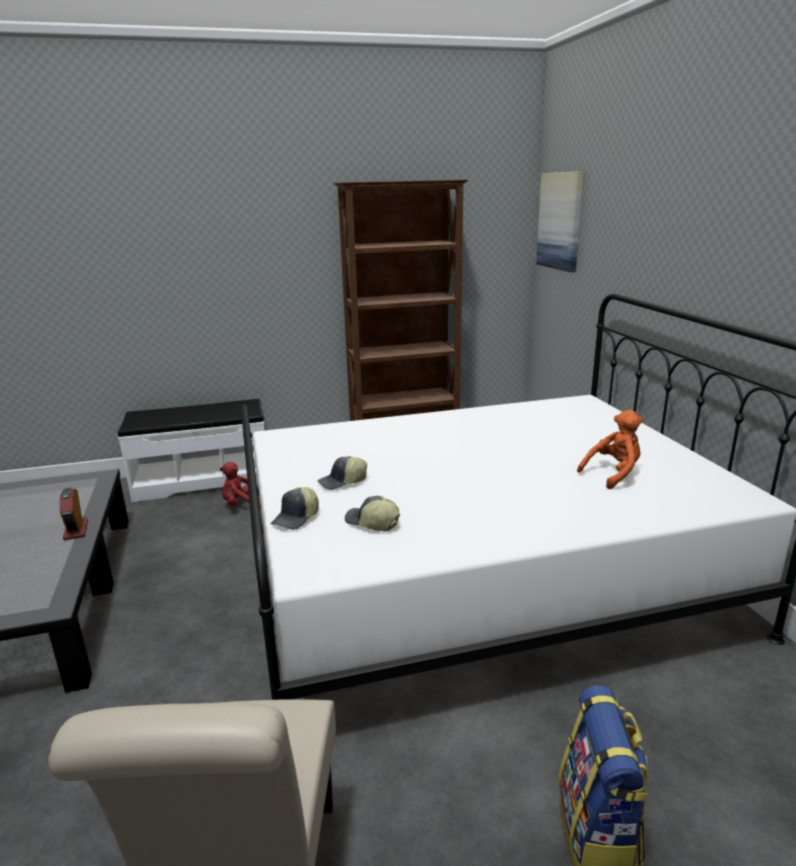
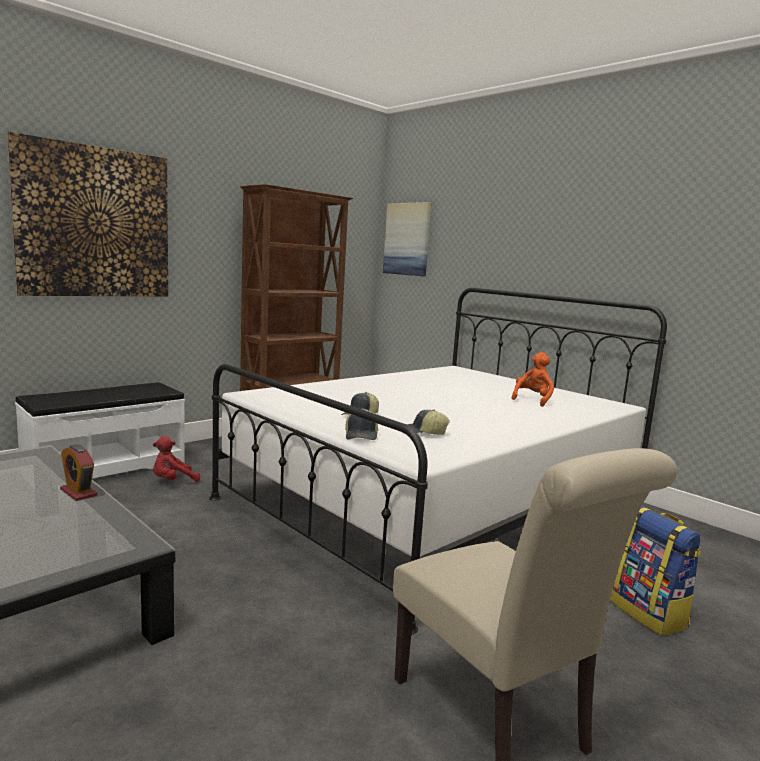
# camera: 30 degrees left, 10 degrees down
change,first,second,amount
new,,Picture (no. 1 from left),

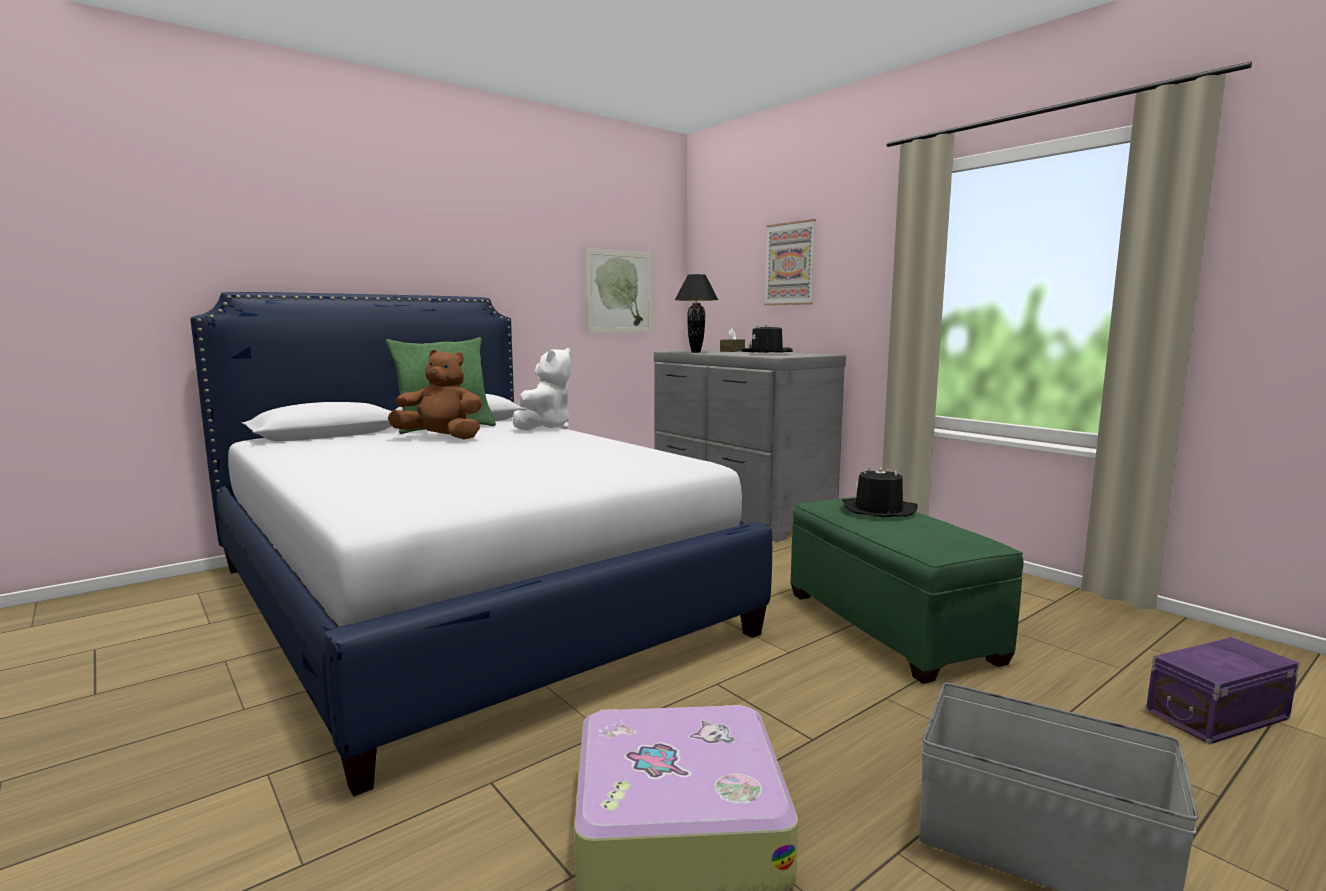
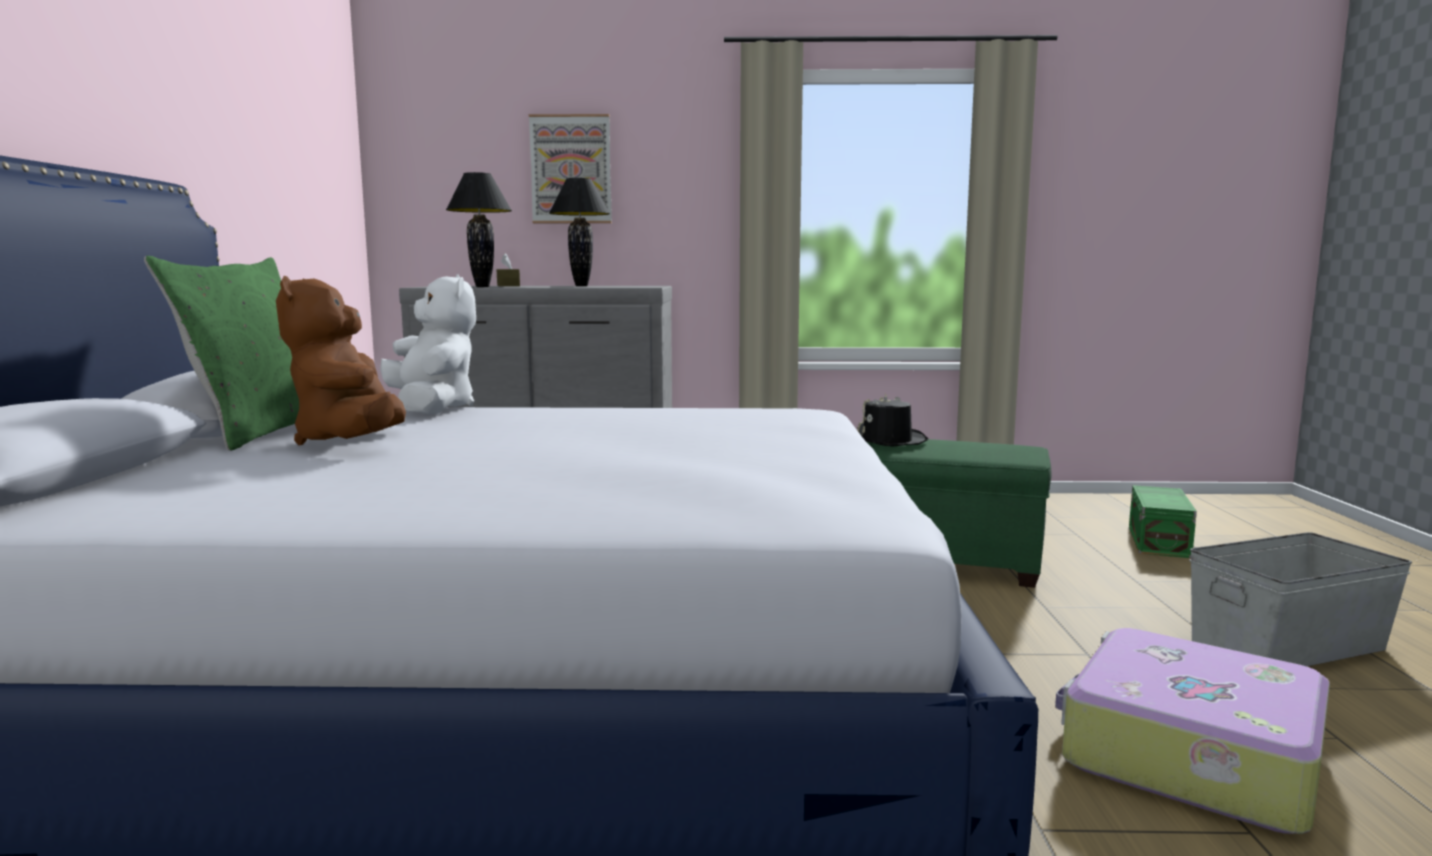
# camera: 50 degrees left, 0 degrees up
change,first,second,amount
gone,Picture (no. 1 from left),,
swapped,BlackHat (no. 1 from left),BlackTableLamp (no. 2 from left),
repainted,PurpleStorageBox,GreenStorageBox,
rotated,BrownPlushToy,,60 degrees counterclockwise

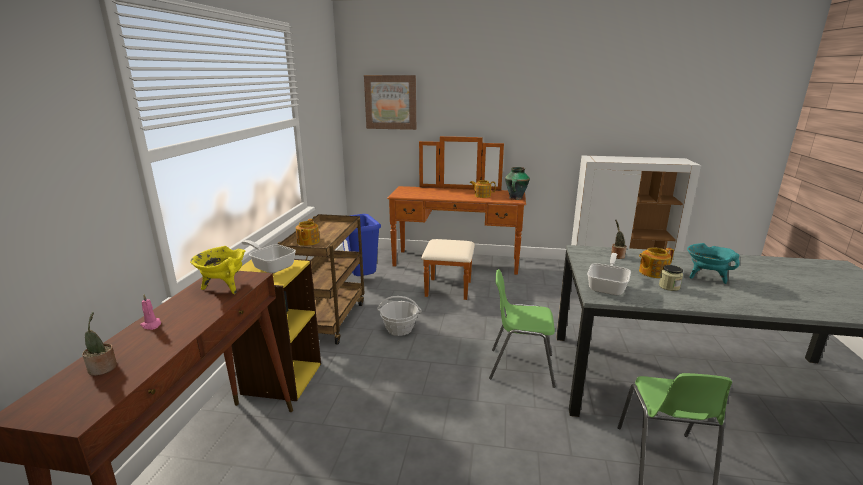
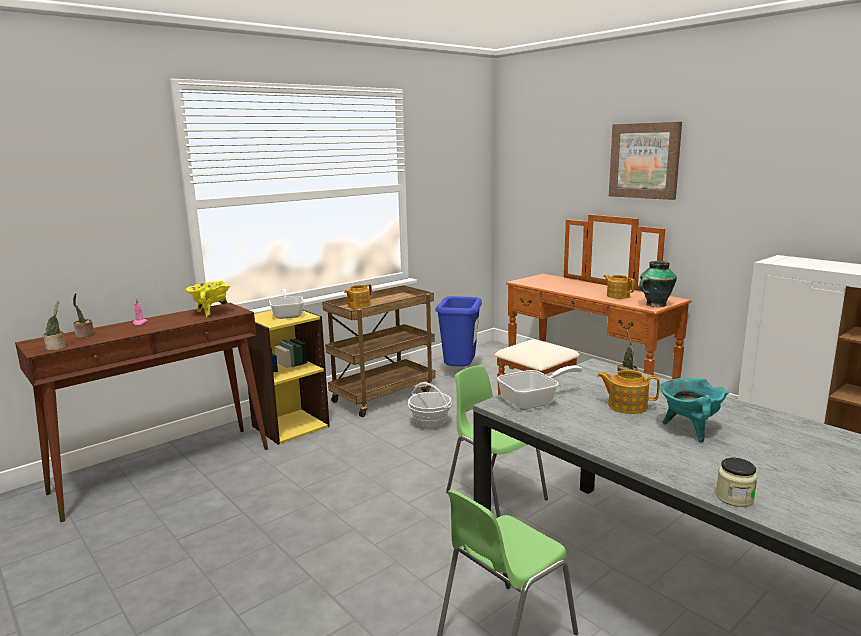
# camera: 40 degrees right, 5 degrees down
change,first,second,amount
new,,PottedPlant (no. 1 from left),
shifted,Picture,,
shifted,Jar,,

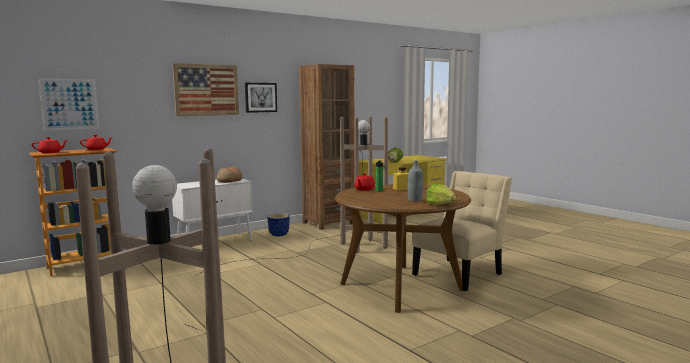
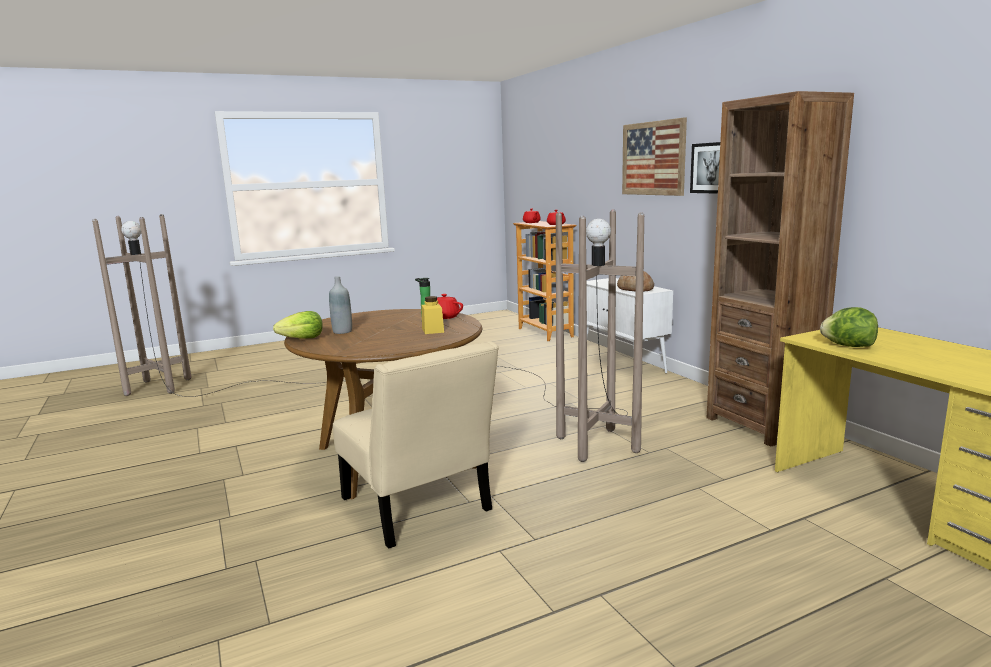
# camera: 100 degrees right, 5 degrees up
change,first,second,amount
gone,Picture (no. 1 from left),,
gone,Planter,,

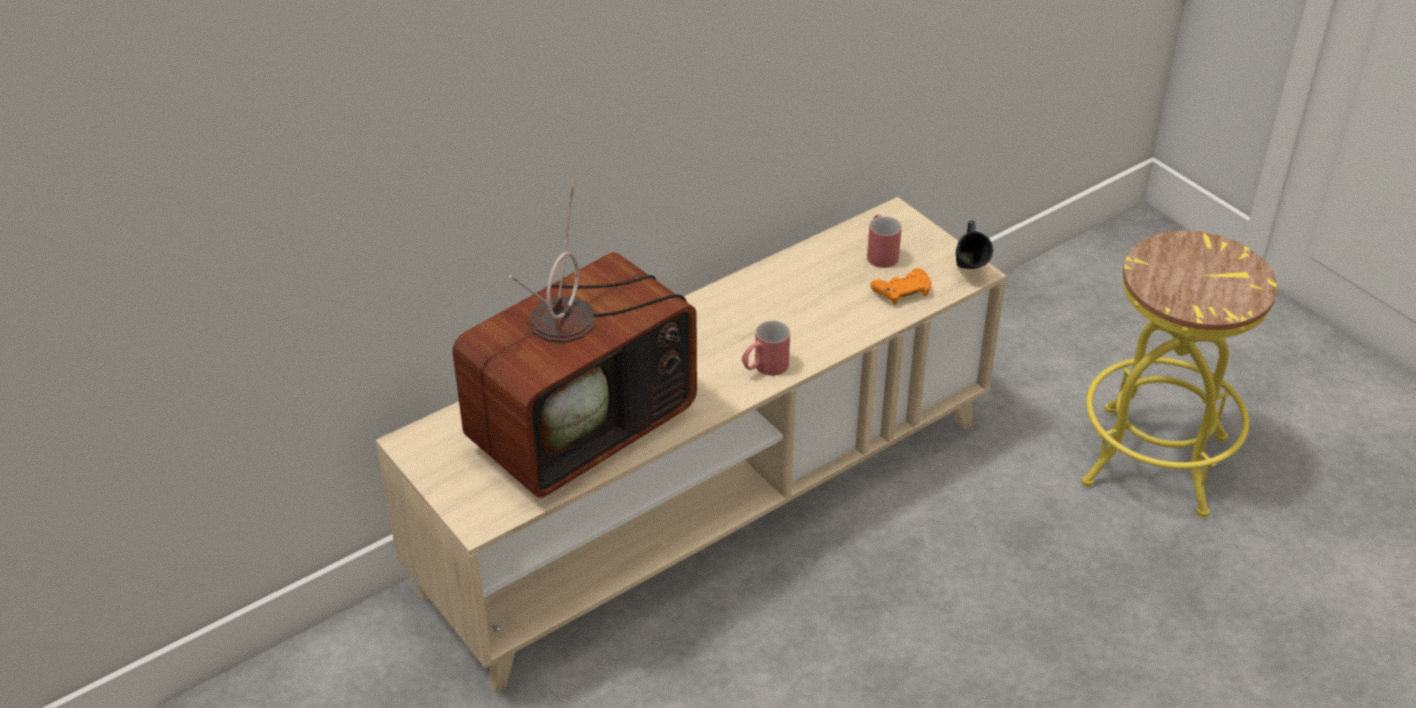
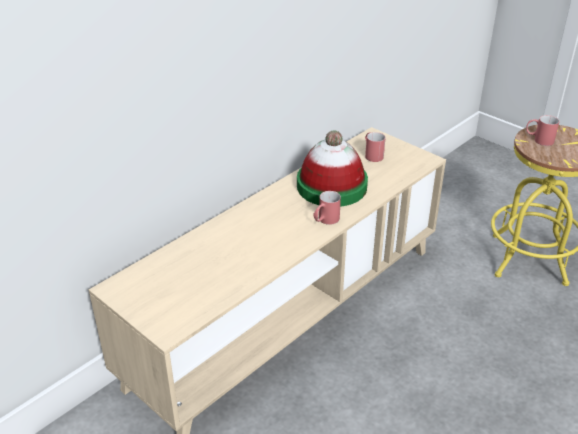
# camera: 10 degrees left, 5 degrees down
change,first,second,amount
gone,Television,,
gone,OrangeGameController,,
gone,BlueMug,,
new,,Hat,
new,,RedMug (no. 3 from left),

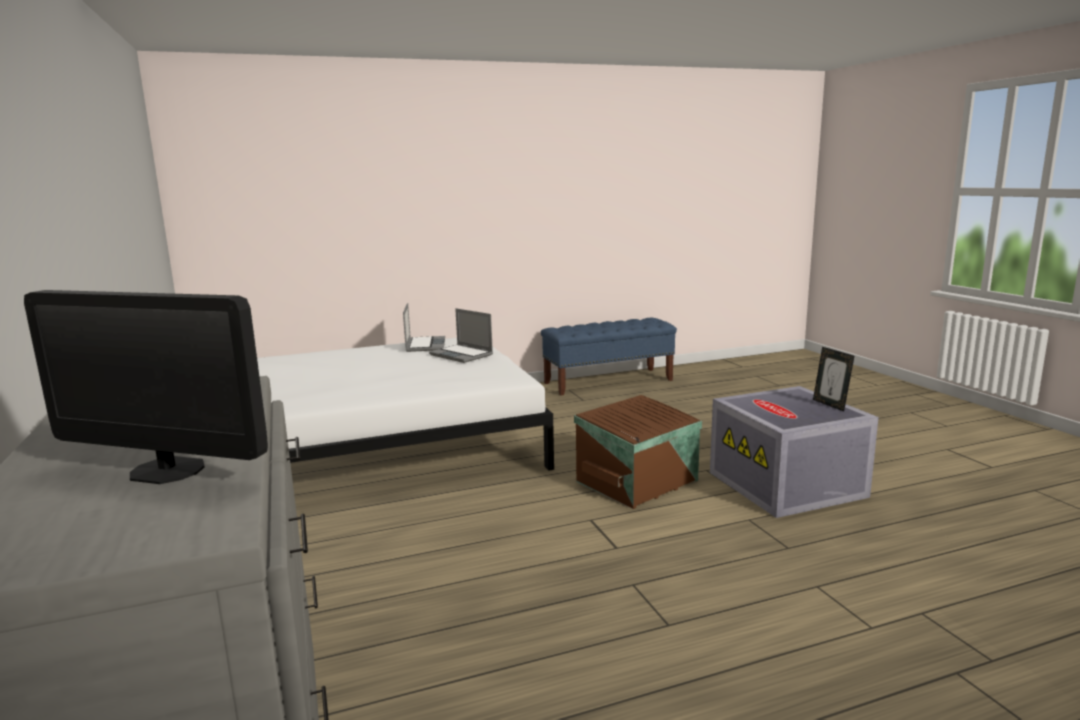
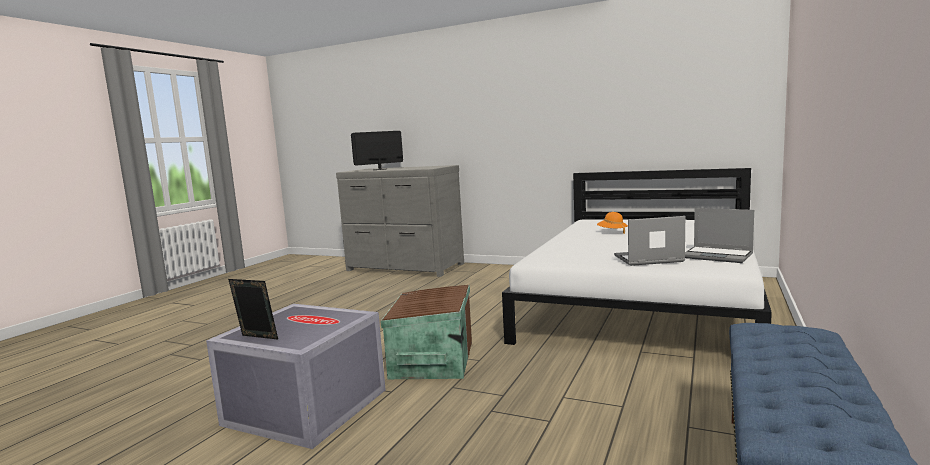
# camera: 135 degrees right, 5 degrees down
change,first,second,amount
new,,OrangeHat,

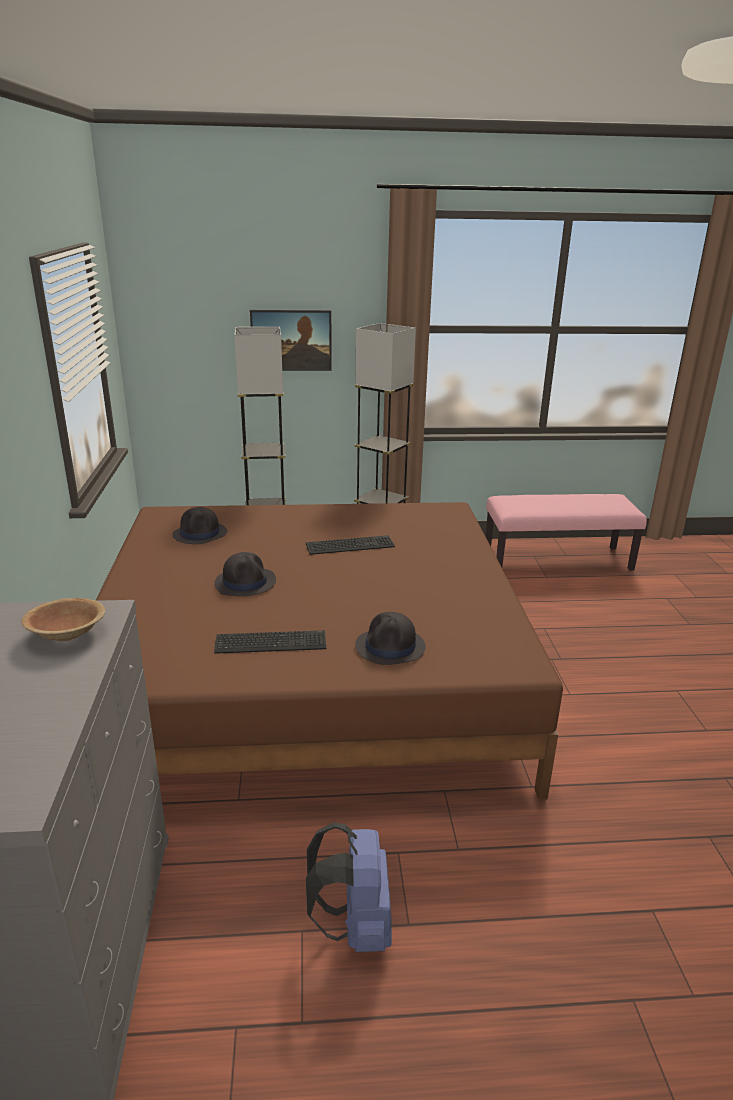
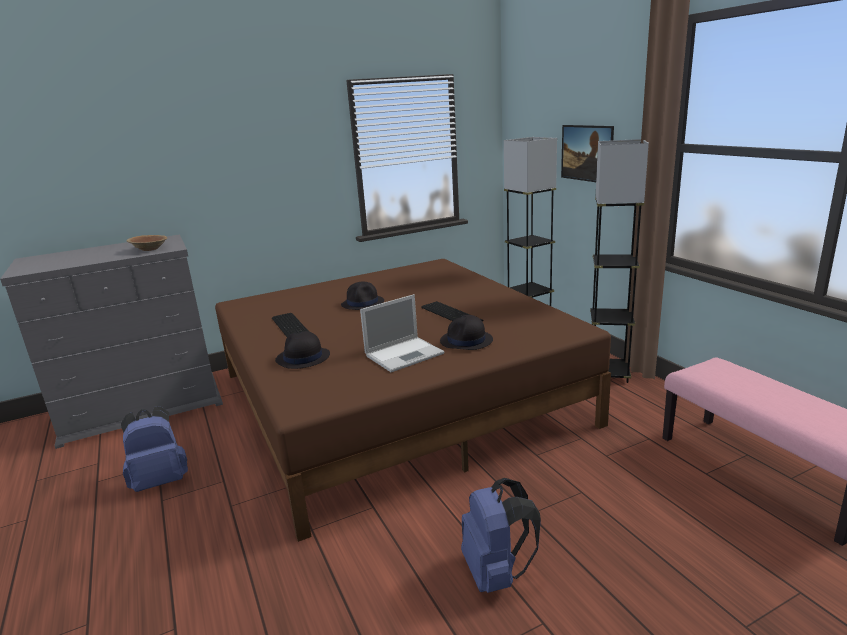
# camera: 70 degrees right, 5 degrees down
change,first,second,amount
new,,Laptop,
new,,BlueBackpack (no. 2 from left),
shifted,BlackHat (no. 1 from left in the first image),BlackHat (no. 3 from left),

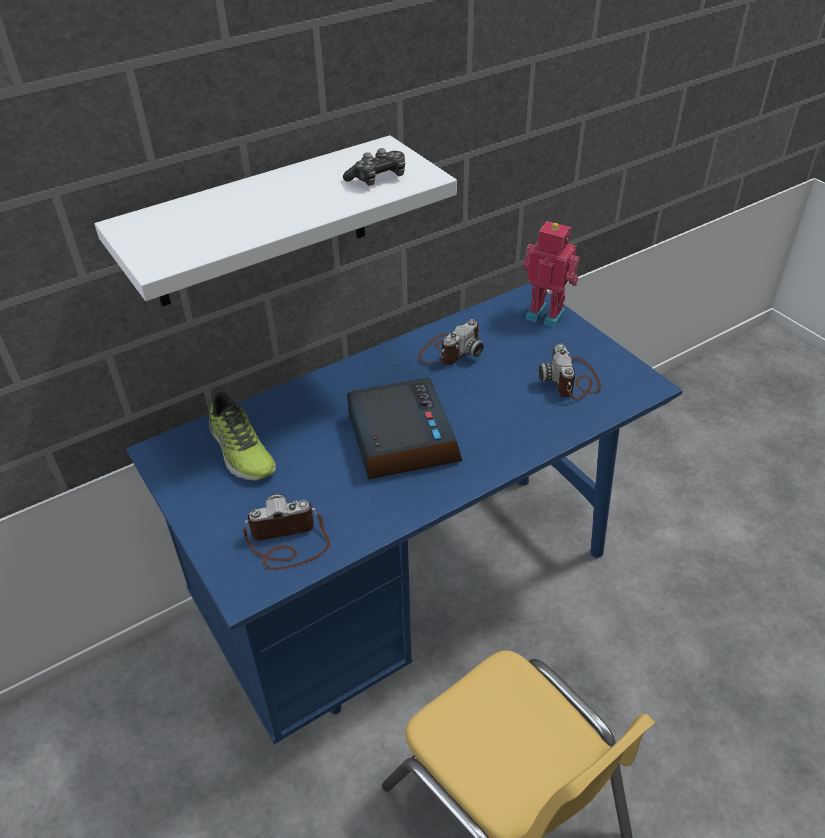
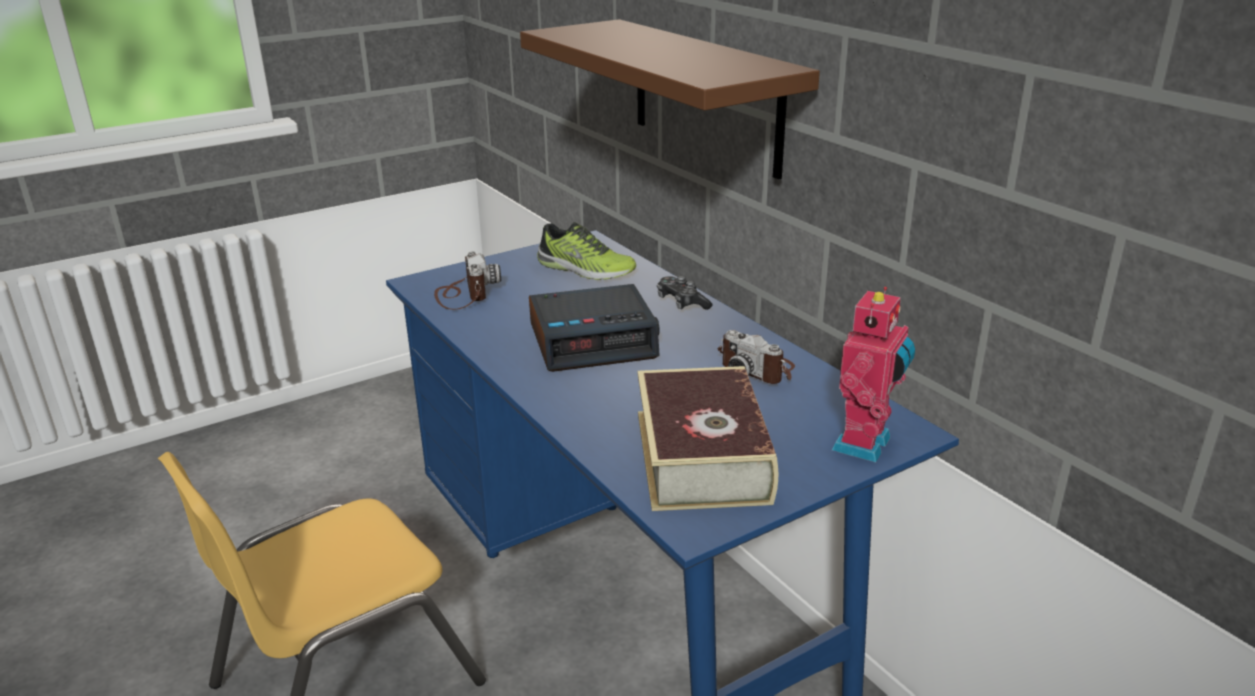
# camera: 90 degrees right, 15 degrees down
change,first,second,amount
shifted,GameController,,
swapped,PhotoCamera (no. 3 from left),Book,
repainted,WhiteShelf,BrownShelf,
rotated,Shoe,,120 degrees counterclockwise

